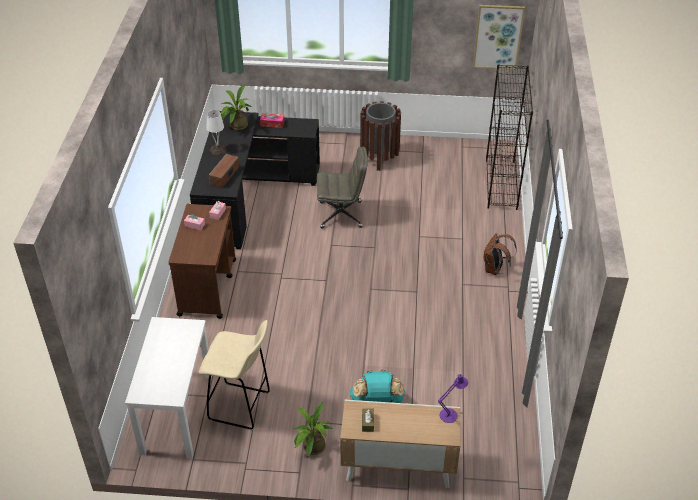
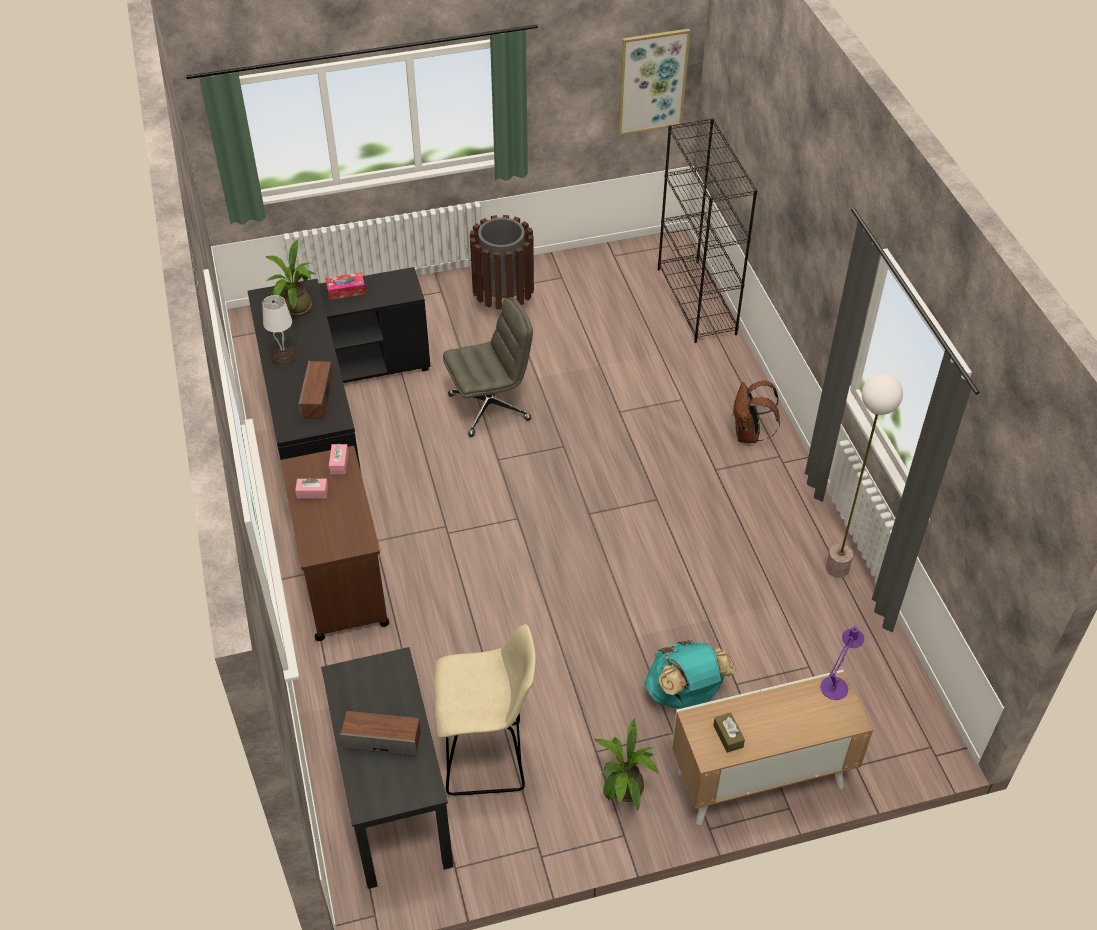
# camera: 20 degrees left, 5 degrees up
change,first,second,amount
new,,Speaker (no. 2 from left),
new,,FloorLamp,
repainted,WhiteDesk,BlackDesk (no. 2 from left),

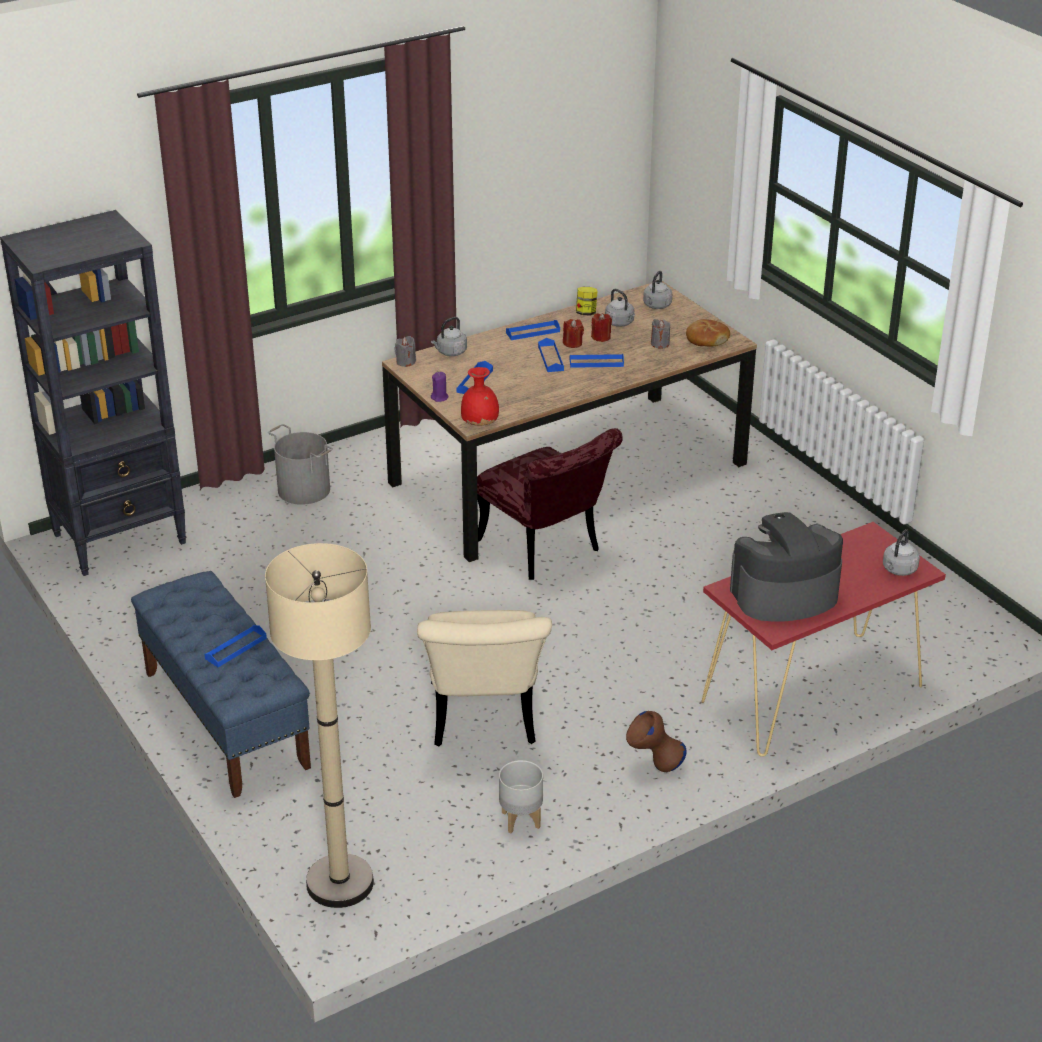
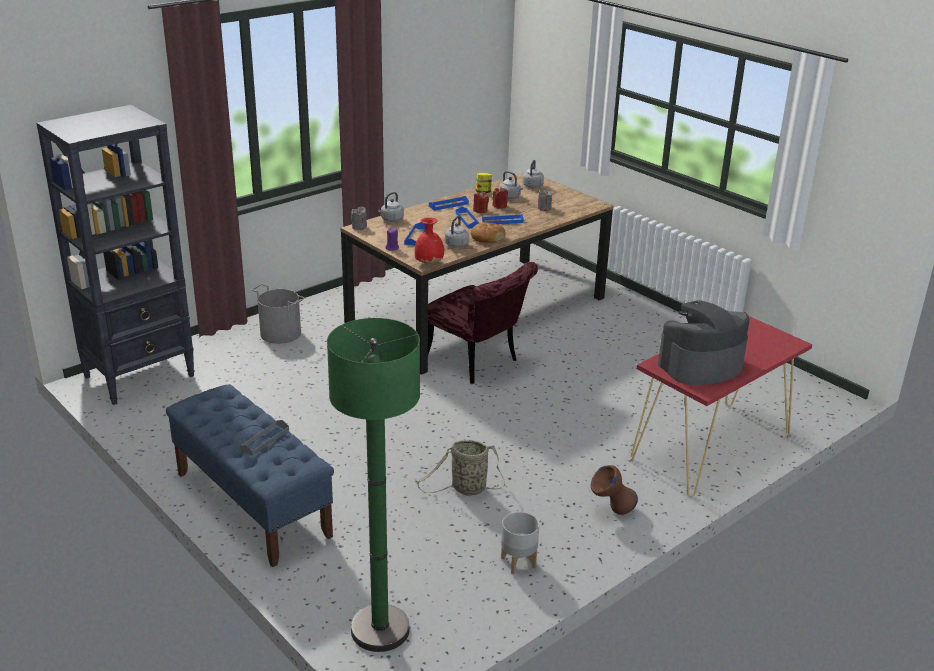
# camera: 10 degrees left, 5 degrees down
change,first,second,amount
shifted,Bread,,
shifted,GreyKettle (no. 4 from left in the first image),GreyKettle (no. 2 from left),
swapped,BeigeChair,Basket,
repainted,BlueTray (no. 1 from left),GreyTray,
repainted,BeigeFloorLamp,GreenFloorLamp,

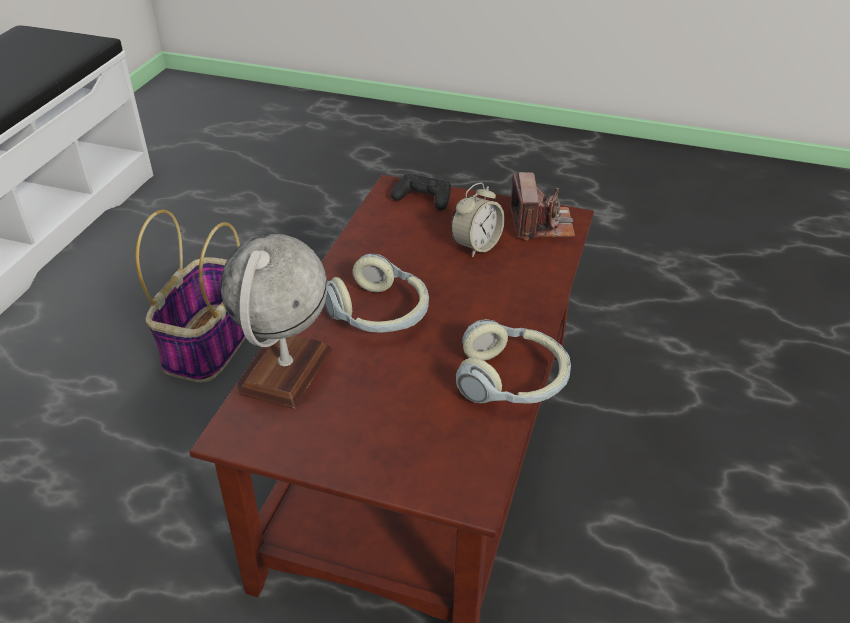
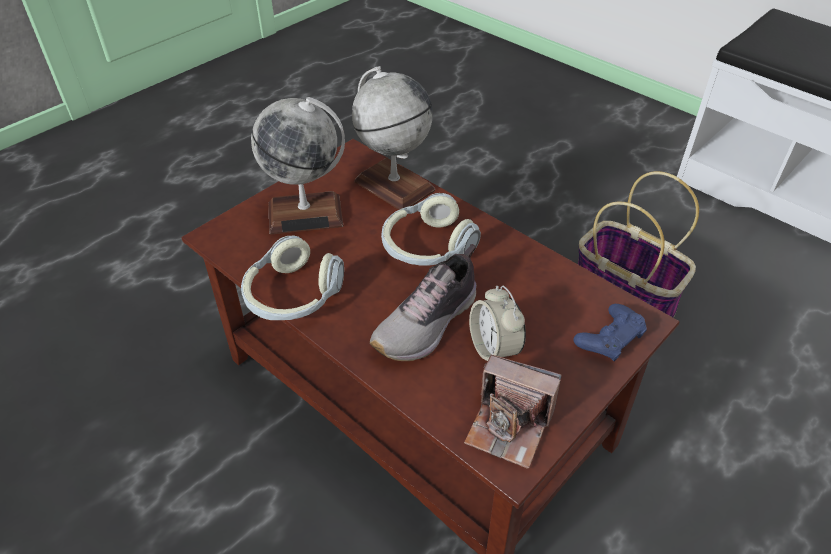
# camera: 115 degrees right, 5 degrees up
change,first,second,amount
new,,Globe (no. 1 from left),
new,,Shoe,
repainted,BlackGameController,BlueGameController,

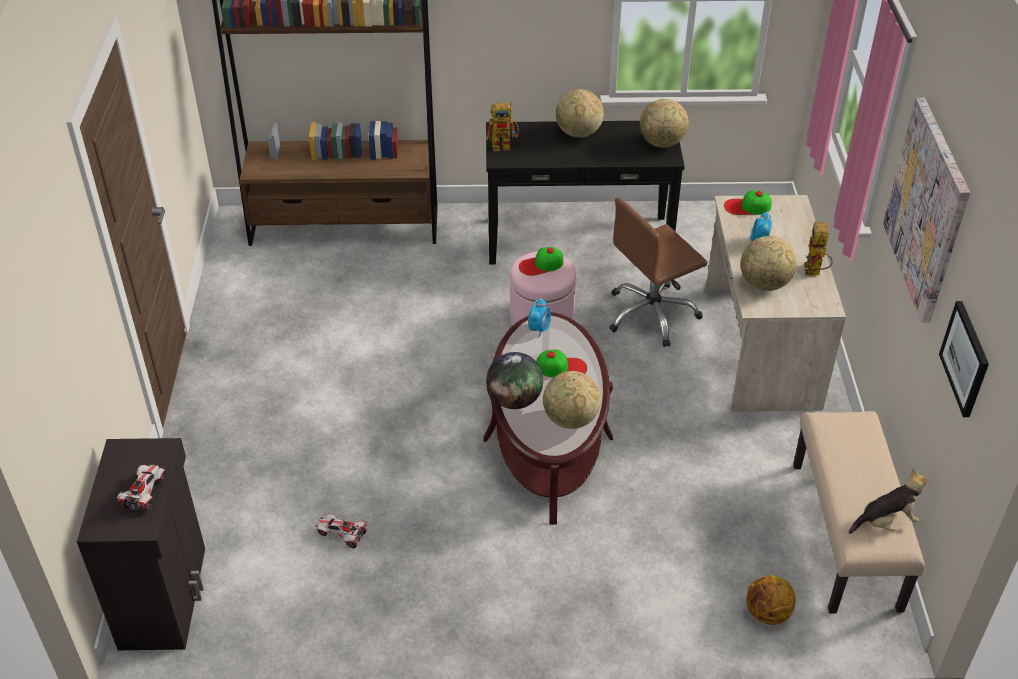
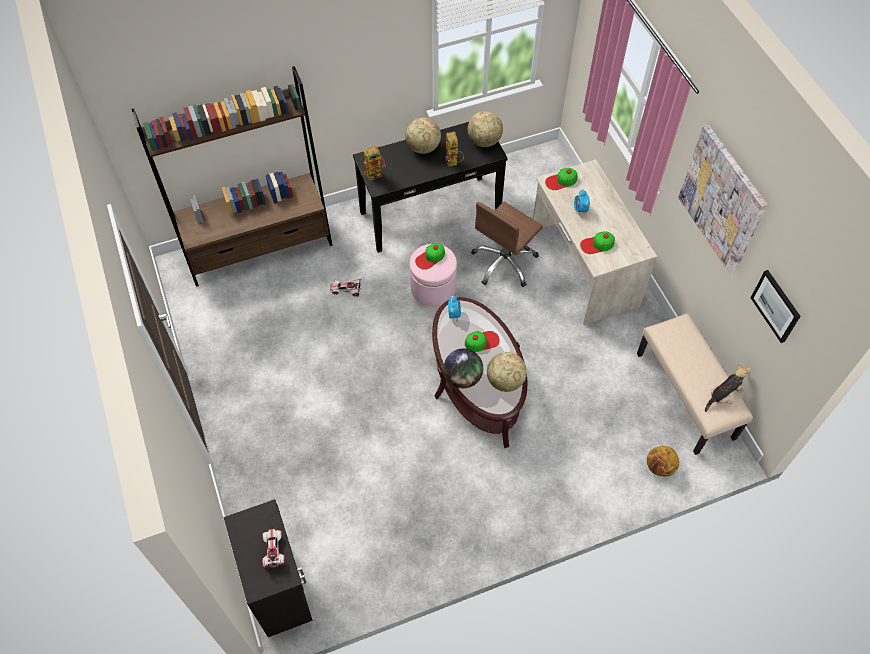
# camera: 20 degrees left, 15 degrees up
change,first,second,amount
shifted,ToyCar (no. 2 from left),,
shifted,ToyRobot (no. 2 from left),,
swapped,Globe (no. 5 from left),Cap (no. 4 from left),

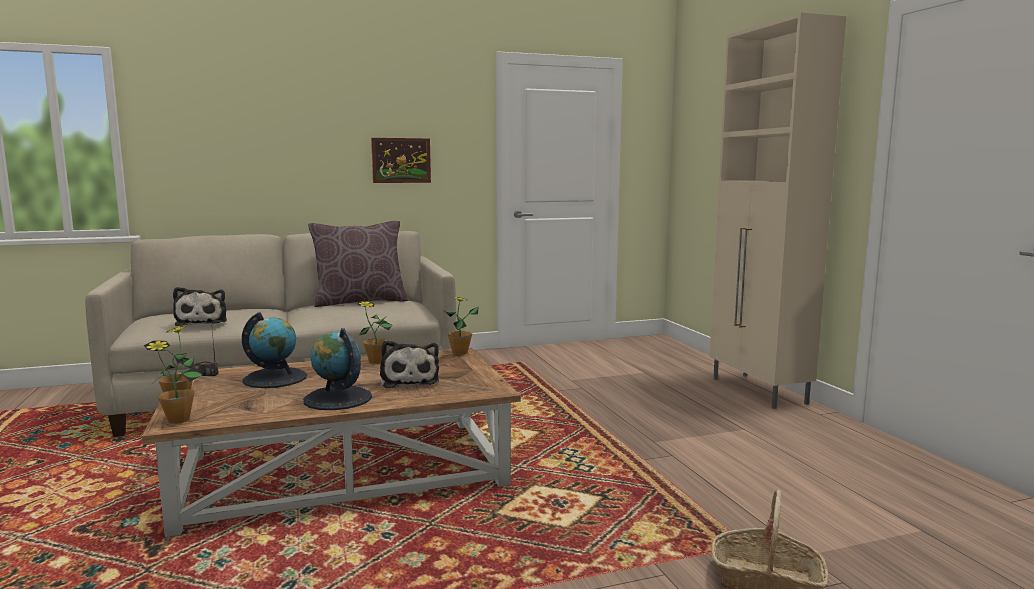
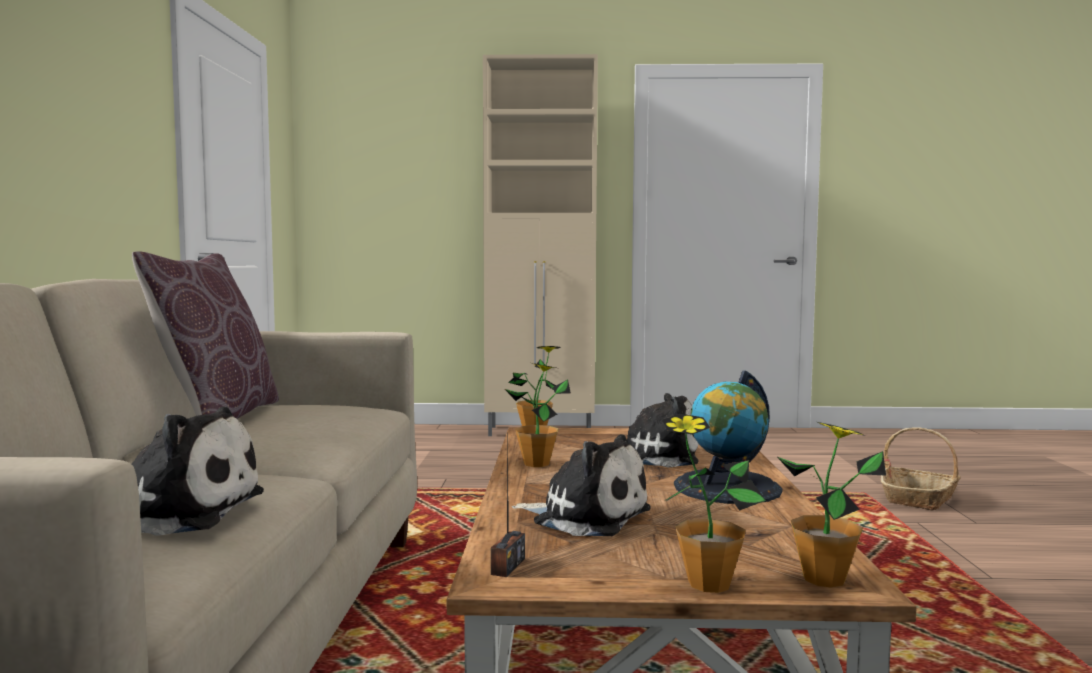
# camera: 70 degrees left, 5 degrees down
change,first,second,amount
gone,Picture,,
swapped,Globe (no. 1 from left),PlushToy (no. 2 from left),

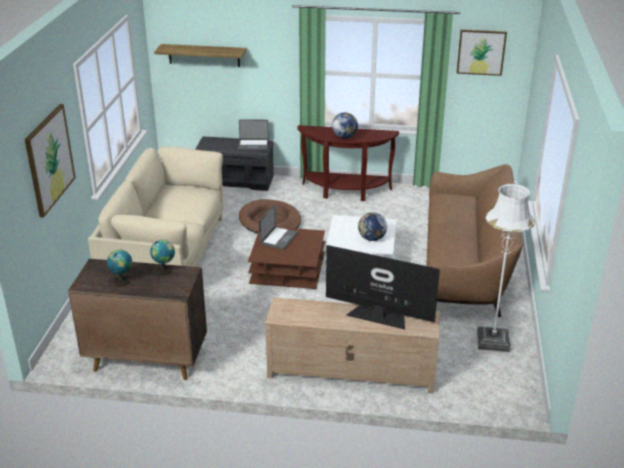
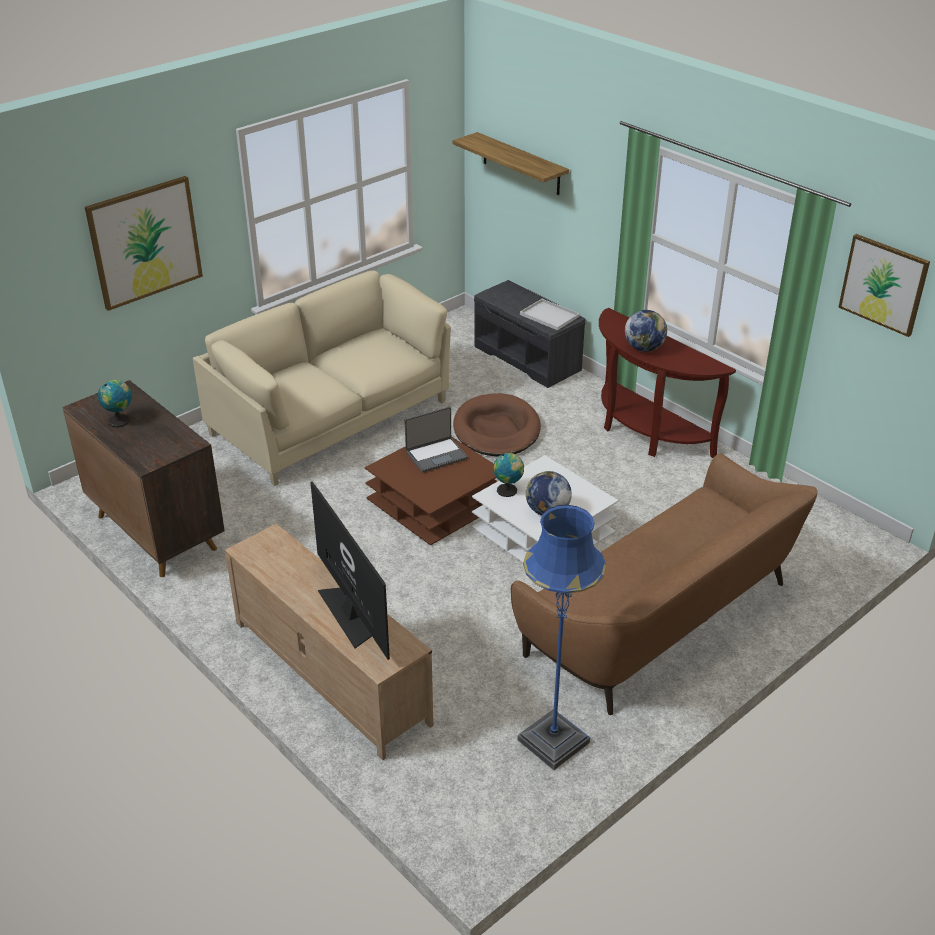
# camera: 40 degrees right, 5 degrees up
change,first,second,amount
shifted,Globe (no. 2 from left),,
swapped,Laptop (no. 1 from left),WhiteTray,
repainted,WhiteFloorLamp,BlueFloorLamp,

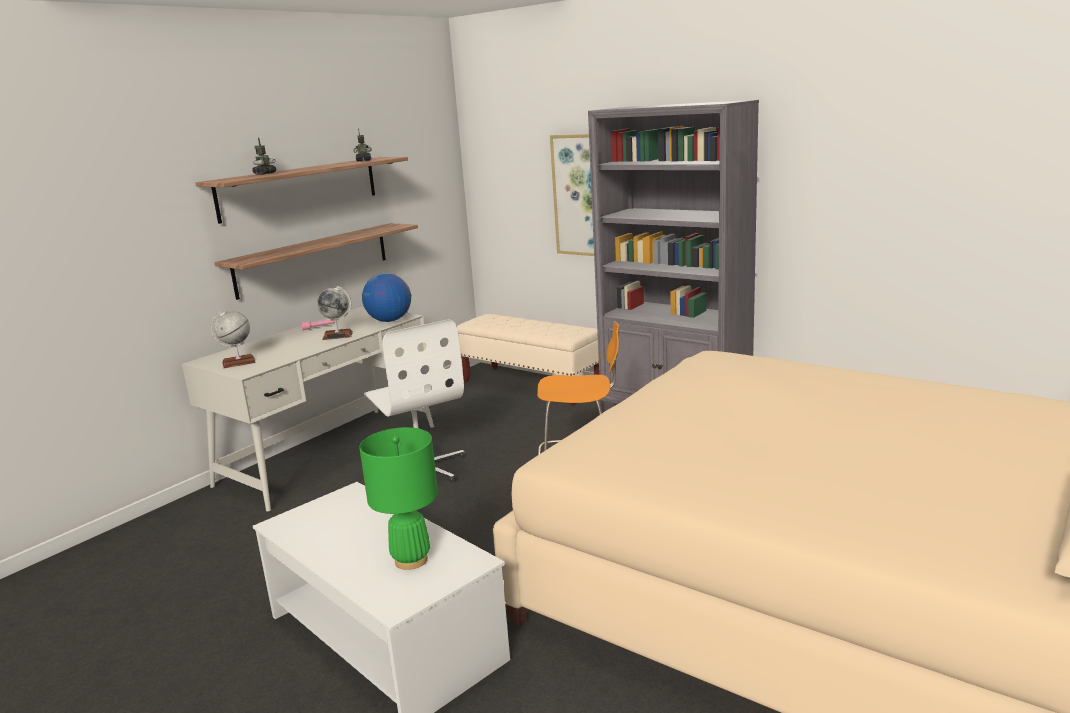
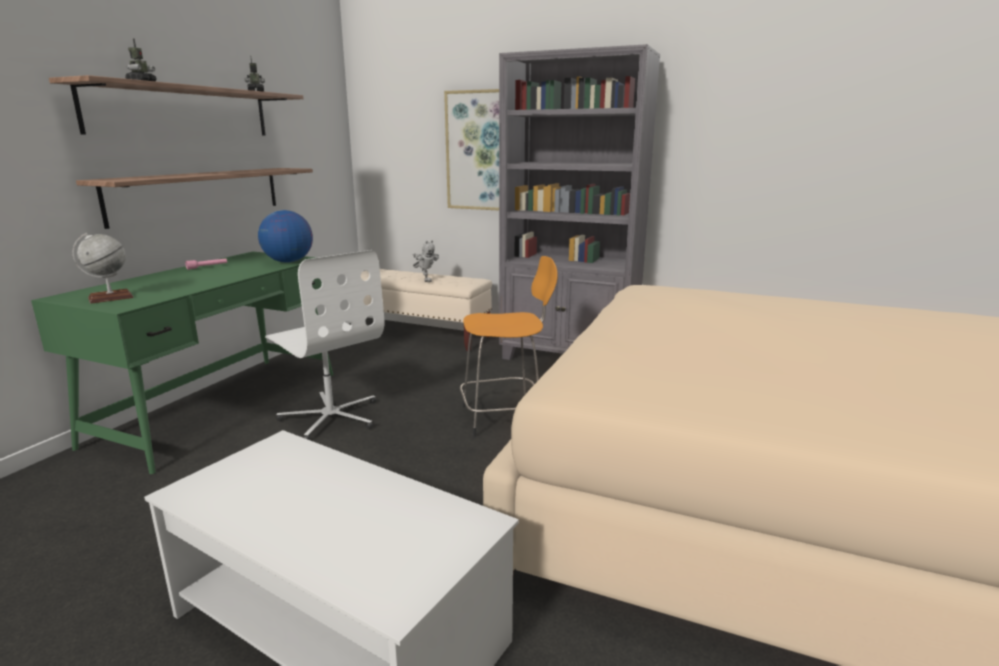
# camera: 15 degrees left, 0 degrees up
change,first,second,amount
gone,Globe (no. 2 from left),,
gone,GreenTableLamp,,
new,,ToyRobot (no. 3 from left),
repainted,WhiteDesk,GreenDesk,

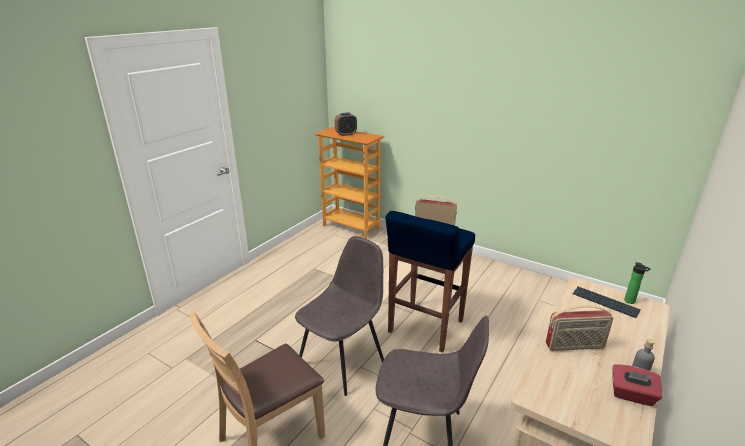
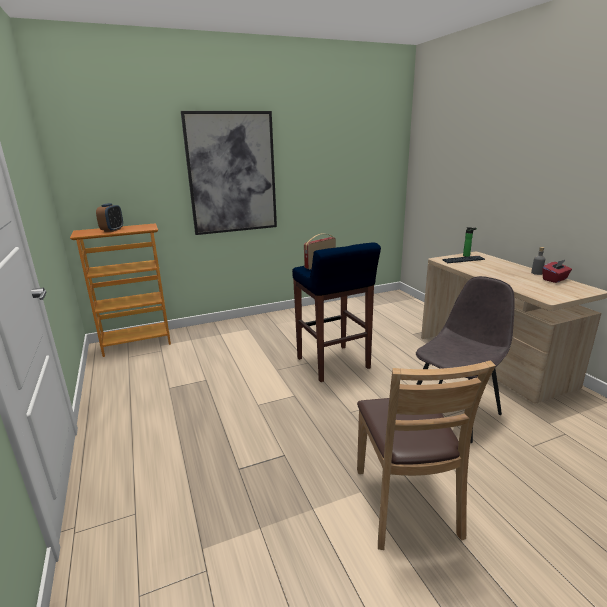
# camera: 55 degrees left, 5 degrees down
change,first,second,amount
gone,GreyChair (no. 1 from left),,
gone,Radio (no. 2 from left),,
new,,Picture,

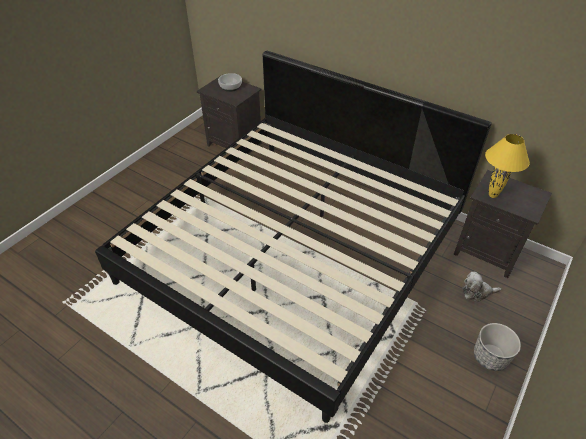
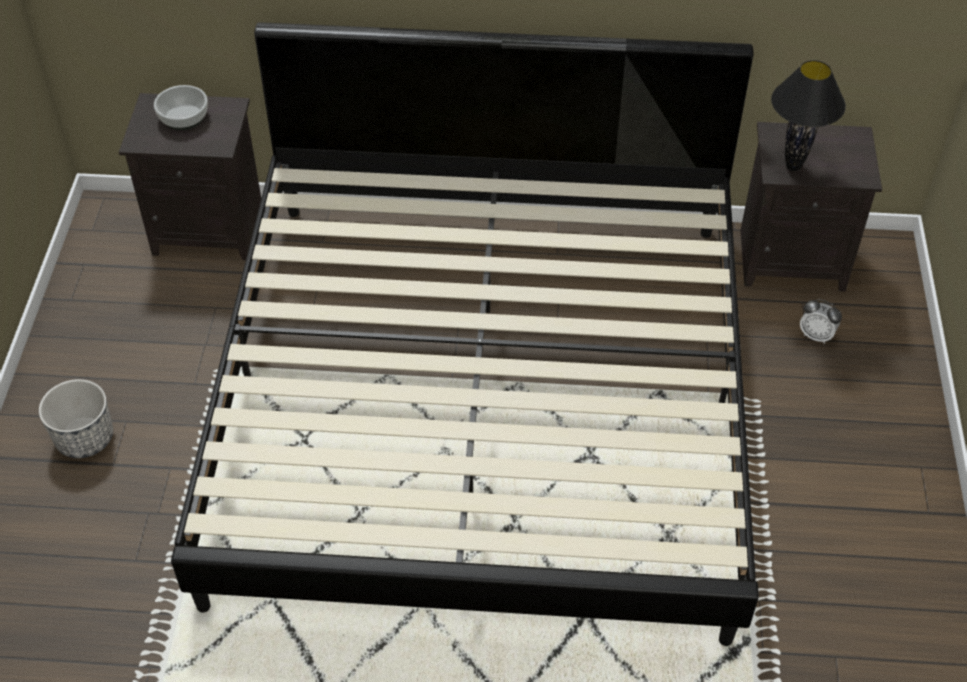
# camera: 30 degrees left, 5 degrees up
change,first,second,amount
shifted,Planter,,
swapped,PlushToy,AlarmClock,
repainted,YellowTableLamp,BlackTableLamp,

